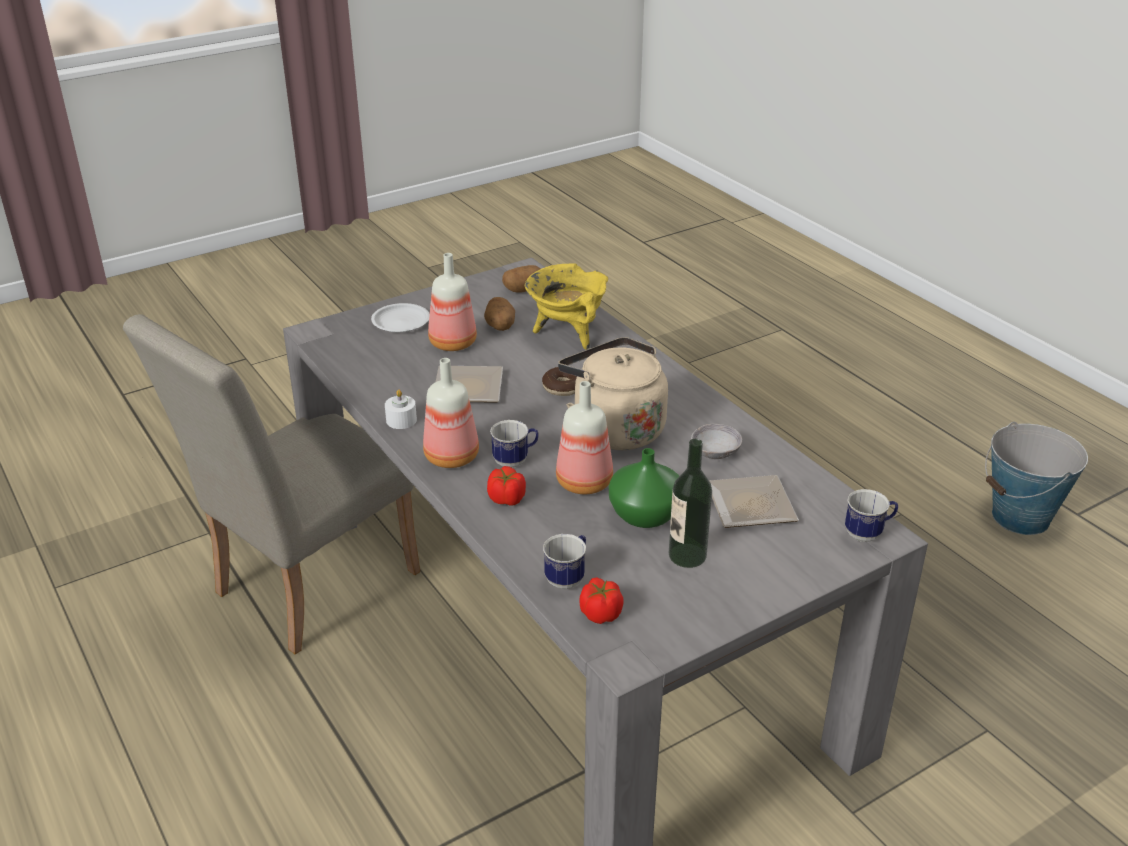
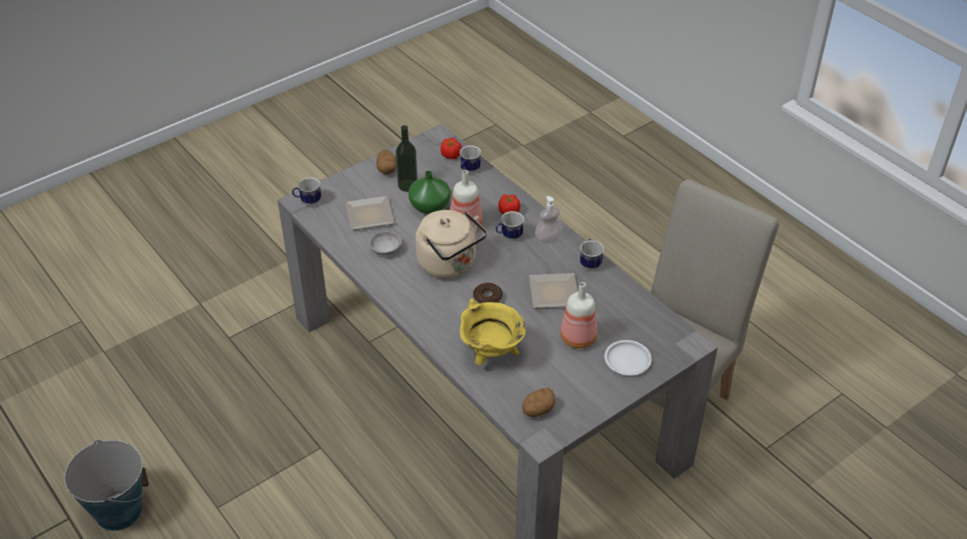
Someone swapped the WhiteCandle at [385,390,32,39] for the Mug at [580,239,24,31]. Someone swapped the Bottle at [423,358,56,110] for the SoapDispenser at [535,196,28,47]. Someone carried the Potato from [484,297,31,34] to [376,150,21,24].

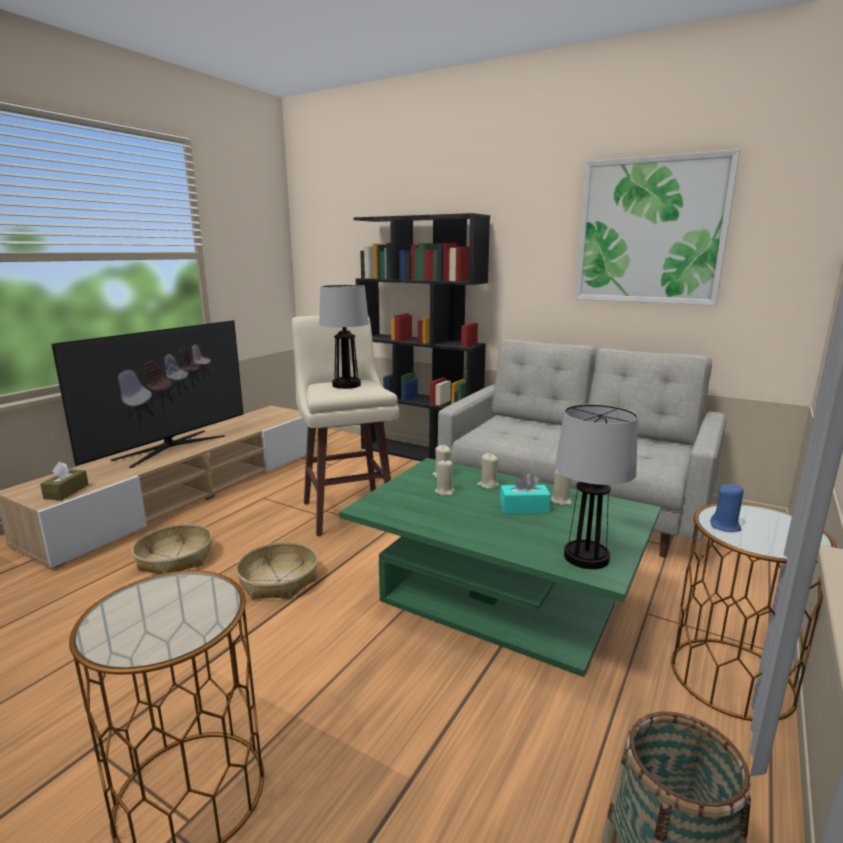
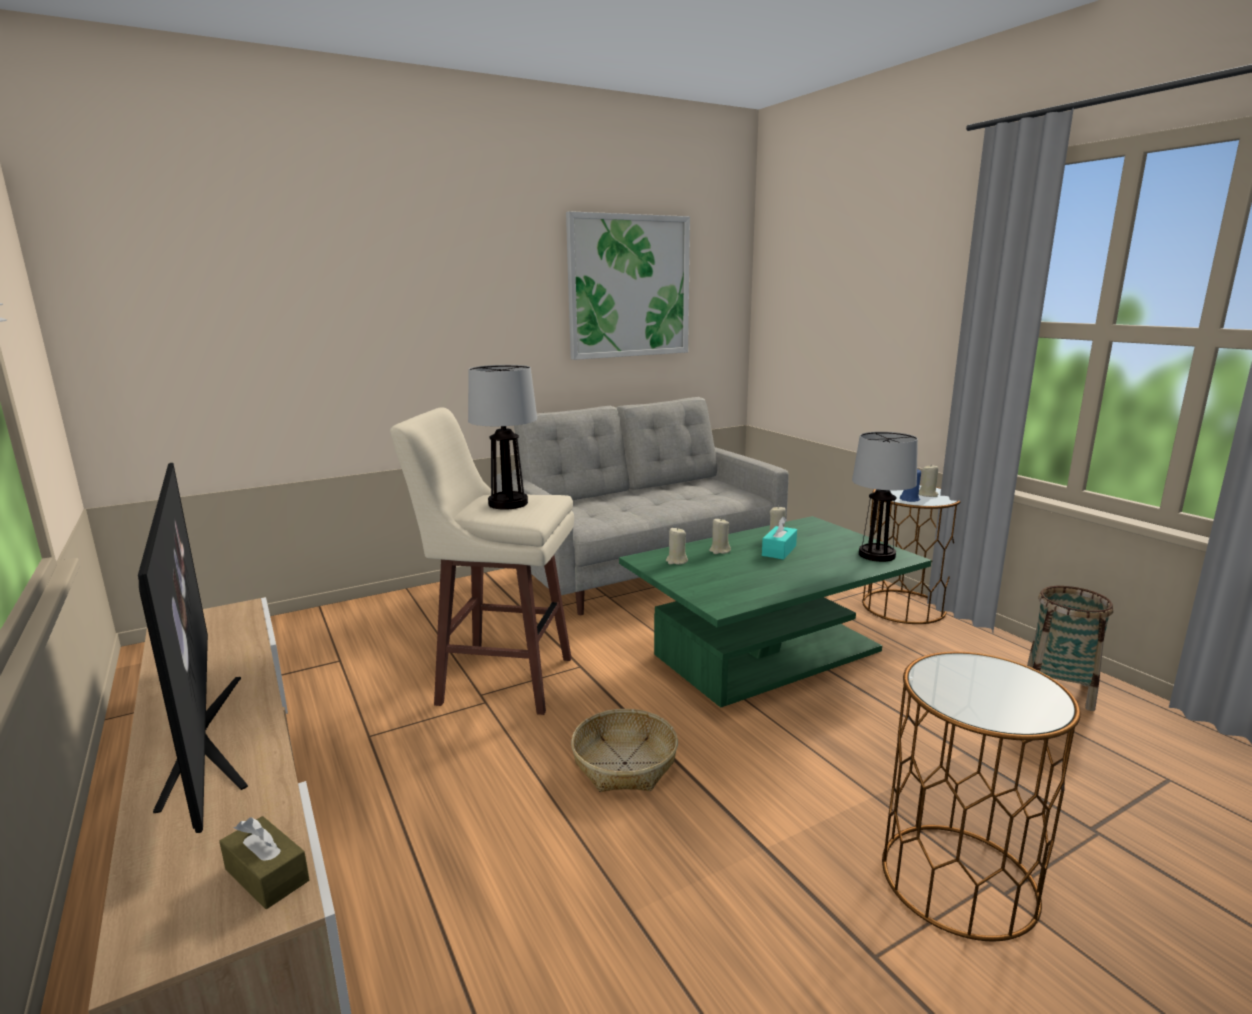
Someone took away the Basket at [132,524,80,51]. Someone took away the BlackBookcase at [353,213,137,248]. Someone carried the BeigeCandle from [435,459,20,37] to [919,464,19,33].

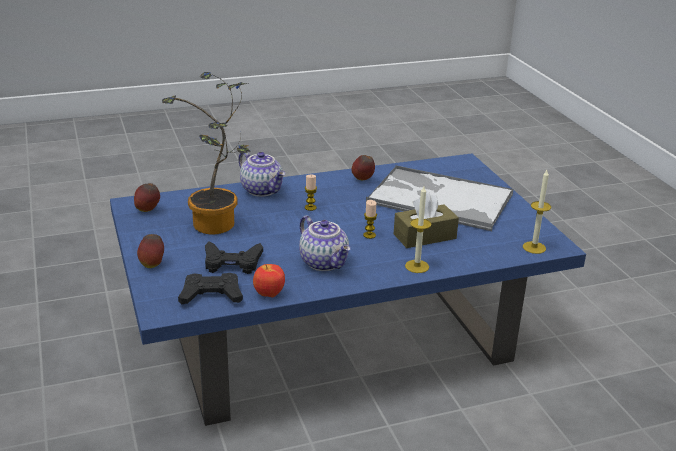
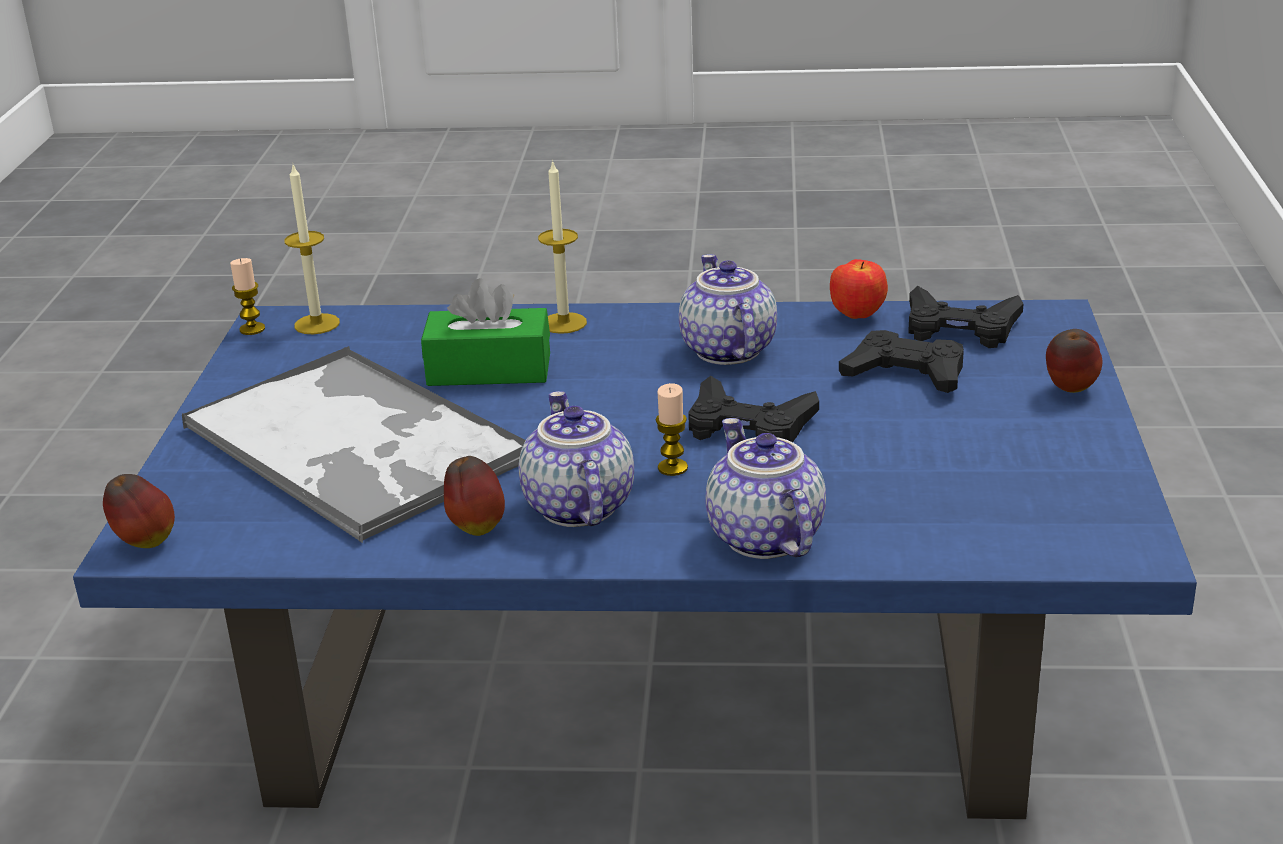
Someone carried the Apple from [134,183,26,29] to [103,474,72,74]. Someone took away the PottedPlant at [162,72,89,162]. Someone carried the Candle from [363,200,14,39] to [230,258,35,77]. Someone repainted the BrownTissueBox at [394,192,65,56], which became the GreenTissueBox at [421,278,129,108]. Someone put down the Teapot at [519,391,115,136]. Someone put down the BlackGameController at [688,376,131,66].

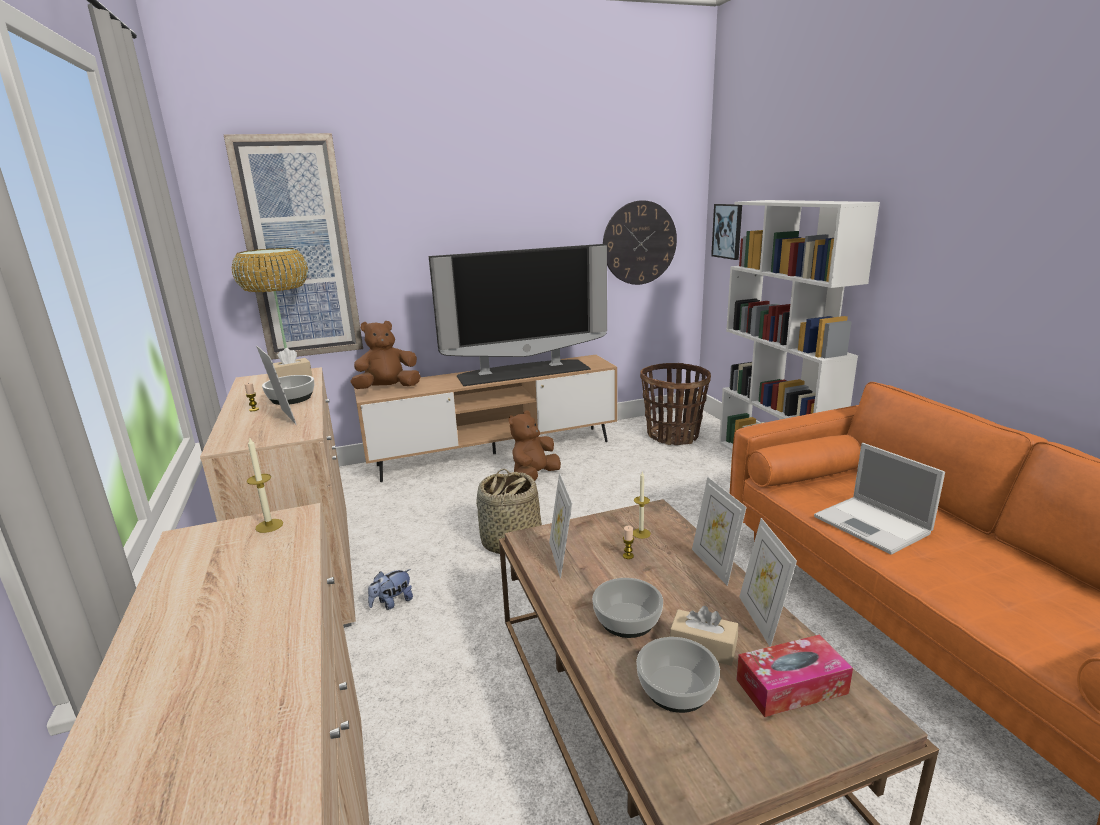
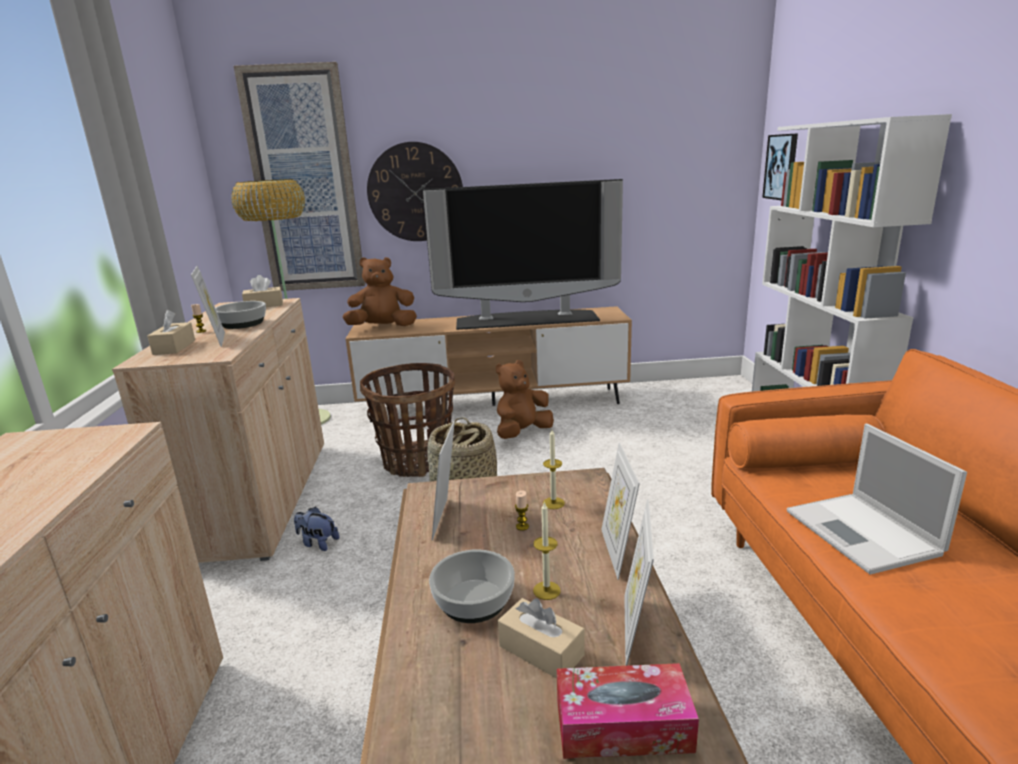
Someone carried the Candle from [247,437,36,96] to [533,501,28,99]. Someone rotated the PlushToy at [368,569,45,41] by 45 degrees clockwise. Someone carried the WallClock from [603,200,74,85] to [367,142,96,99]. Someone took away the Bowl at [636,637,84,76]. Someone carried the Basket from [640,363,71,82] to [360,363,95,114]. Someone put down the BeigeTissueBox at [147,310,48,45].

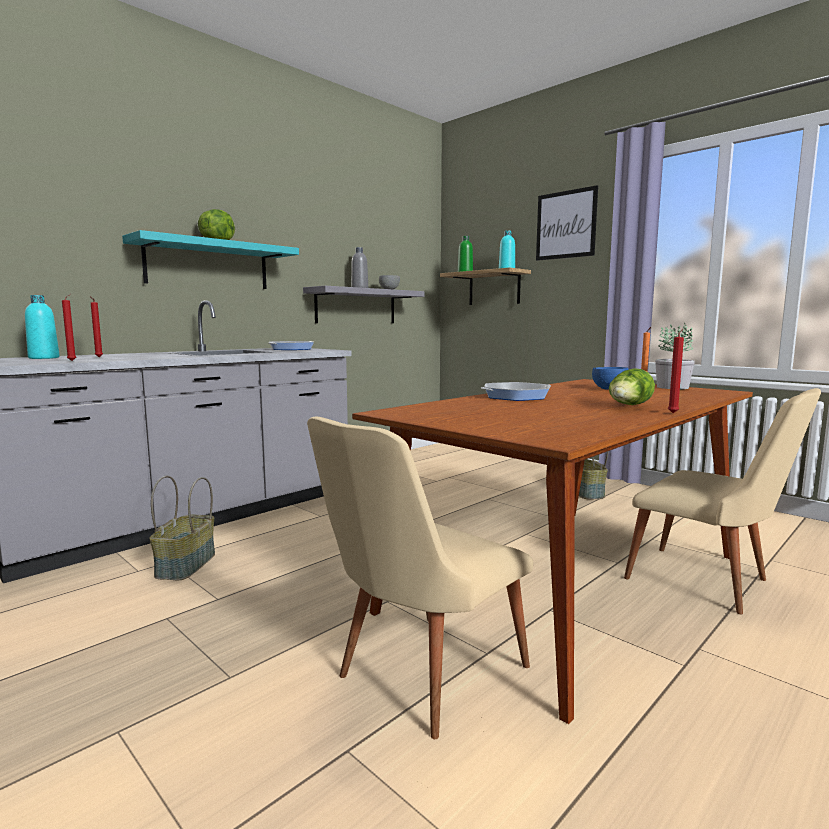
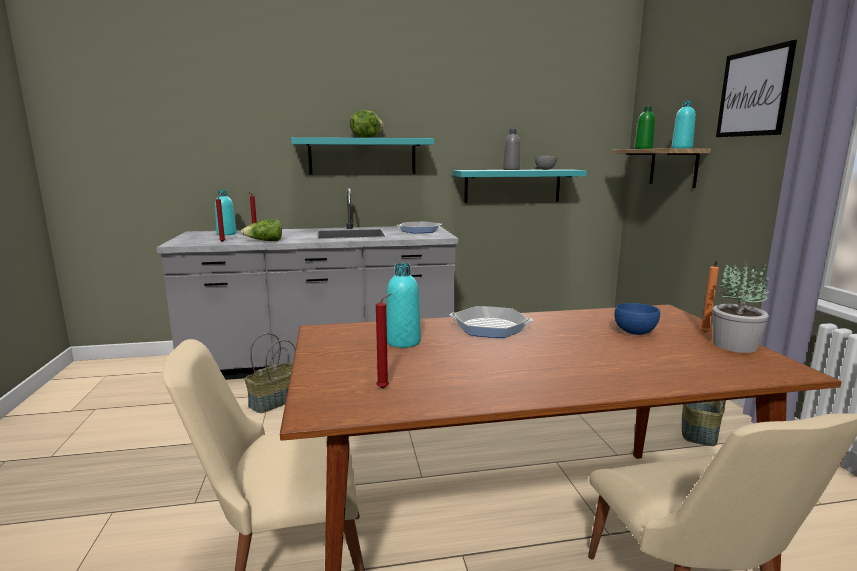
Someone repainted the GreyShelf at [303,286,121,37], which became the TurquoiseShelf at [453,169,134,34]. Someone carried the Lettuce from [609,368,46,37] to [241,219,41,22]. Someone carried the RedCandle from [668,329,16,84] to [376,294,15,95]. Someone put down the TurquoiseBottle at [387,263,34,85].

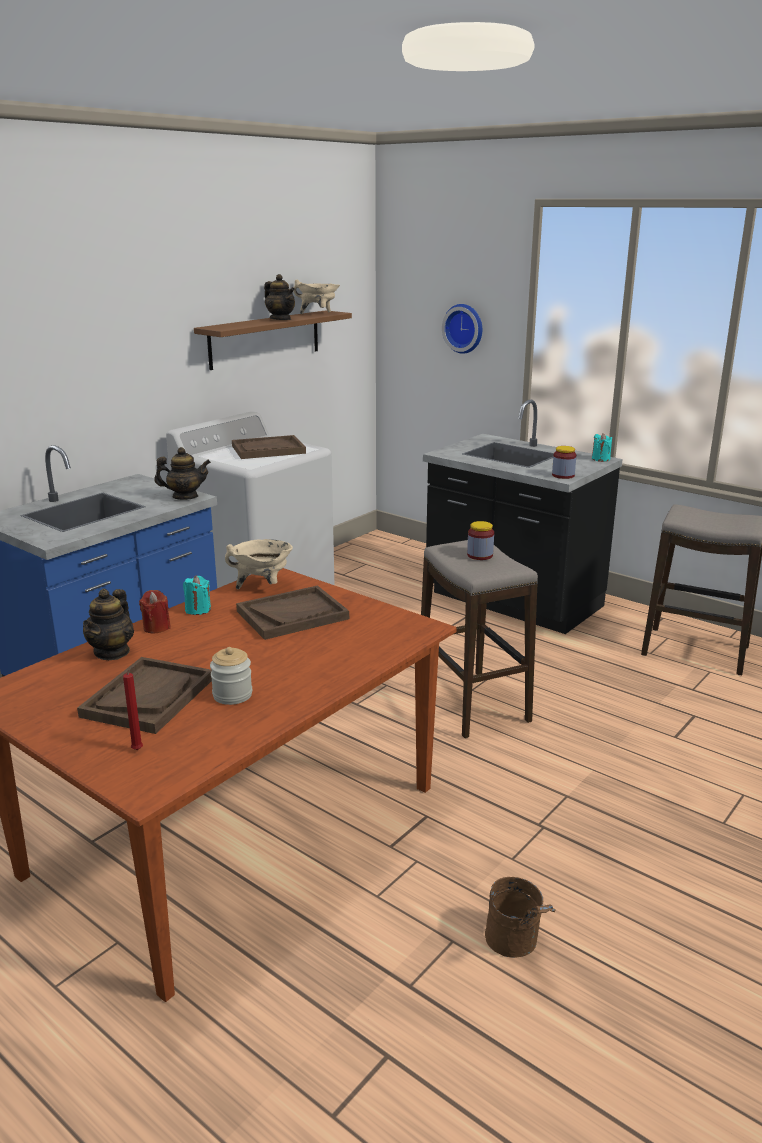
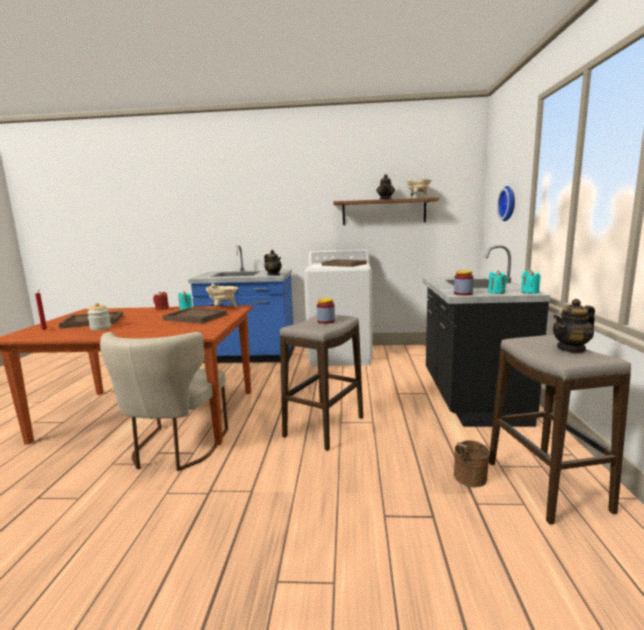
Someone carried the Teapot from [83,588,51,72] to [553,299,42,54]. Someone carried the BrownBucket from [485,877,71,81] to [454,440,36,47]. Someone put down the BeigeChair at [100,332,128,139]. Someone put down the TurquoiseCandle at [488,270,19,24].

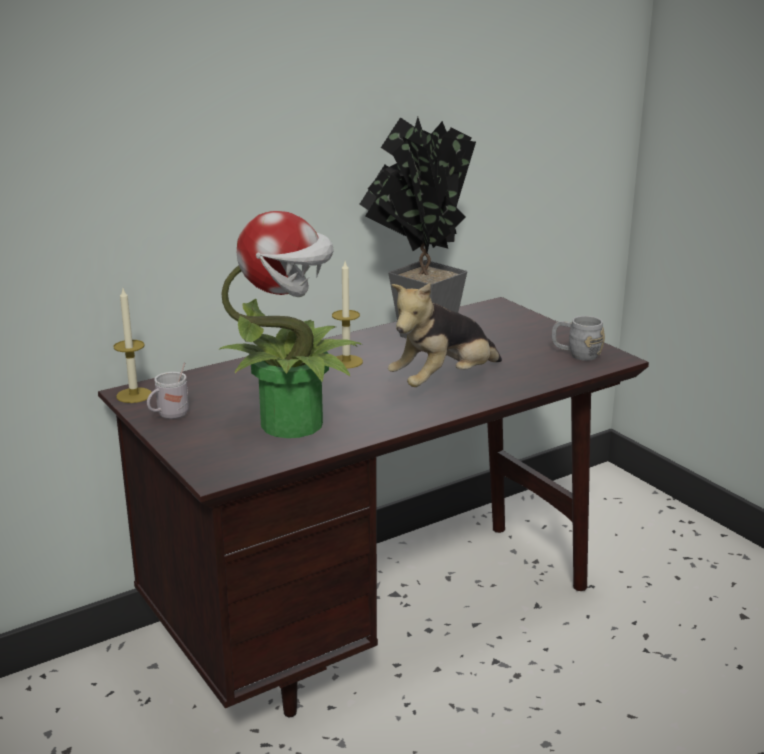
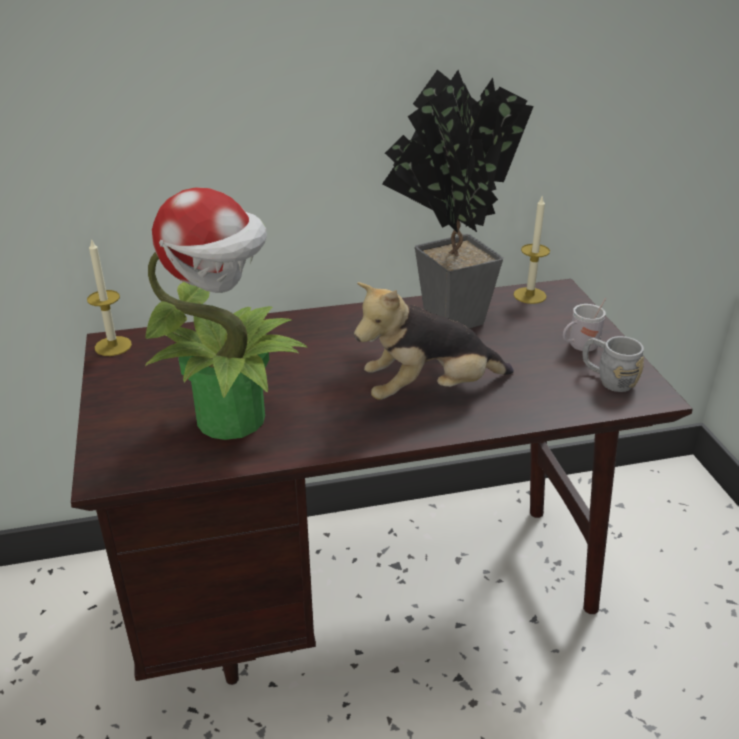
Someone carried the WhiteMug from [147,363,42,56] to [563,298,43,53]. Someone carried the Candle from [332,261,31,107] to [513,197,37,107].

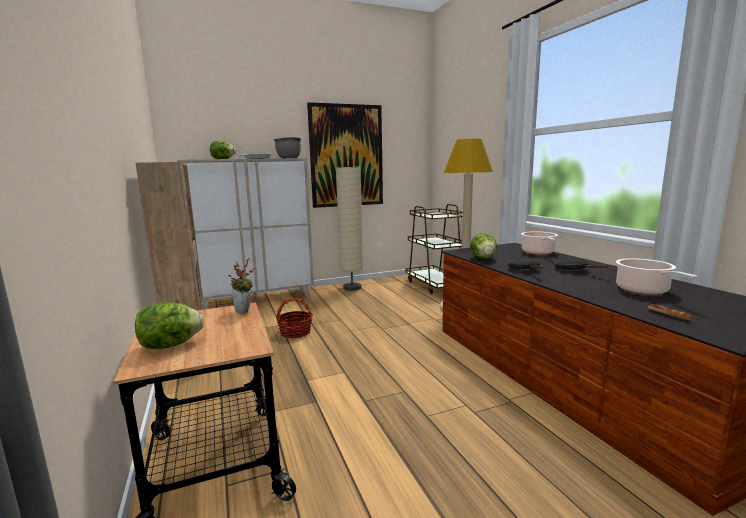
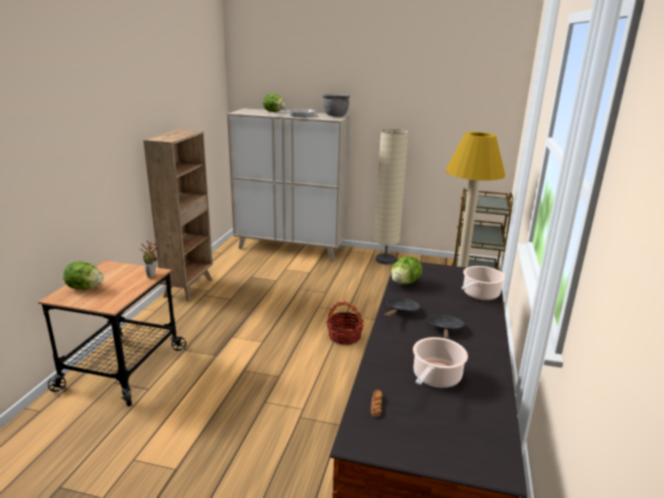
Someone carried the Basket from [276,298,37,40] to [326,301,38,44]. Someone took away the Picture at [307,102,76,106].

